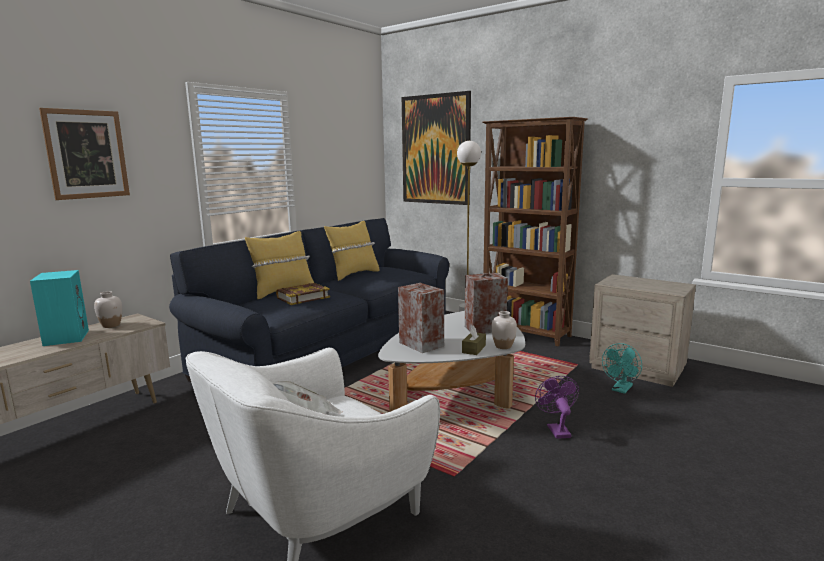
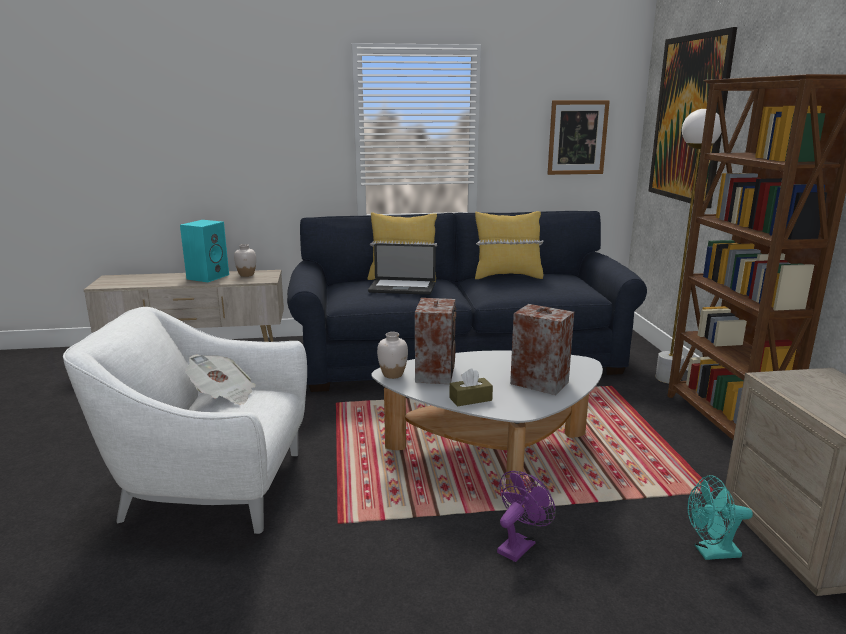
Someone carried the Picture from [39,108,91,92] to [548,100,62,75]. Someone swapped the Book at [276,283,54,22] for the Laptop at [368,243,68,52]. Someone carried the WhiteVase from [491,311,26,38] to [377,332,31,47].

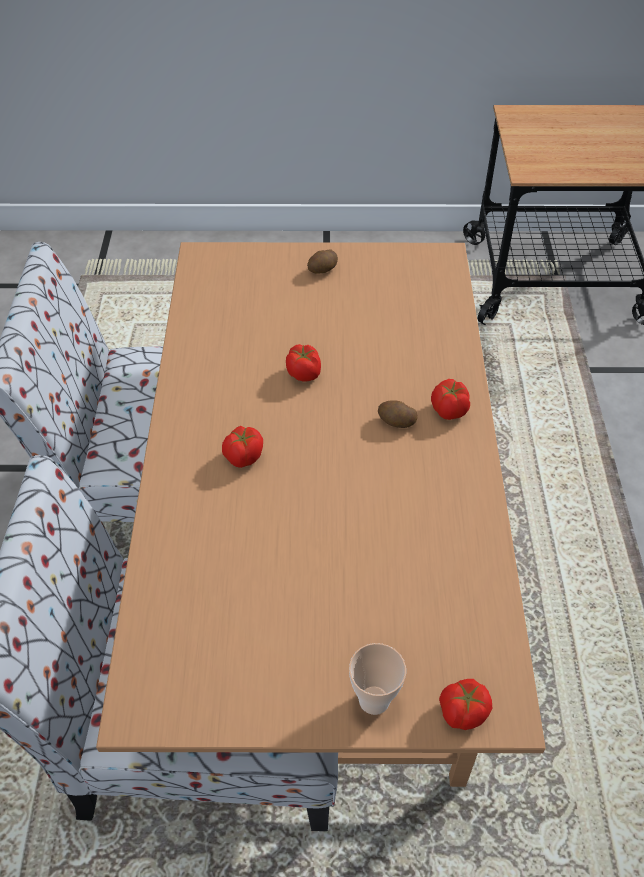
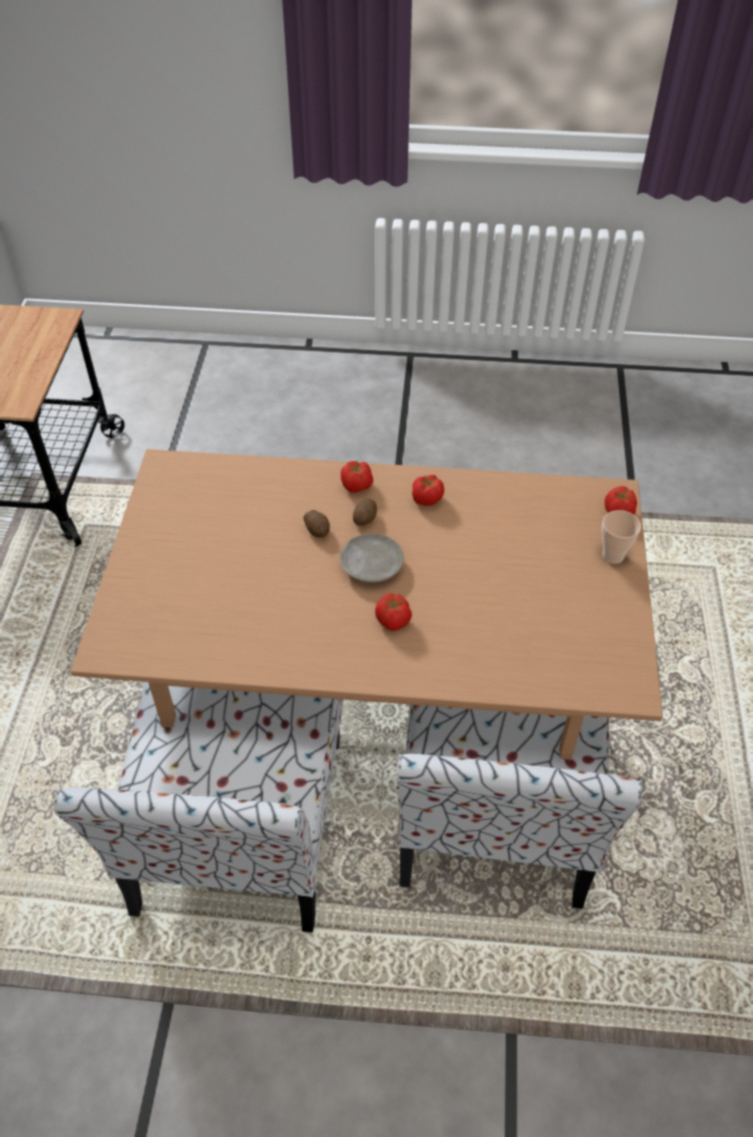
Someone carried the Tomato from [286,344,35,38] to [412,475,32,31]. Someone carried the Potato from [307,249,31,25] to [303,510,27,28]. Someone put down the BeigePlate at [340,533,64,50].

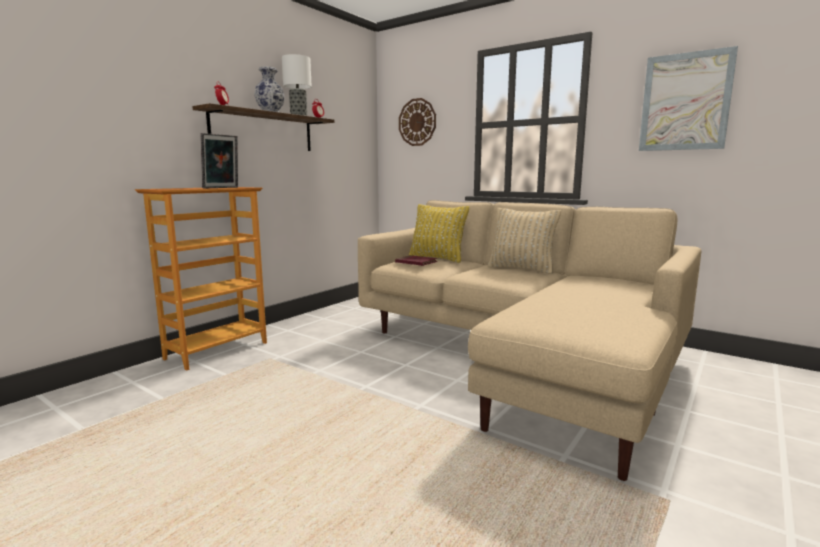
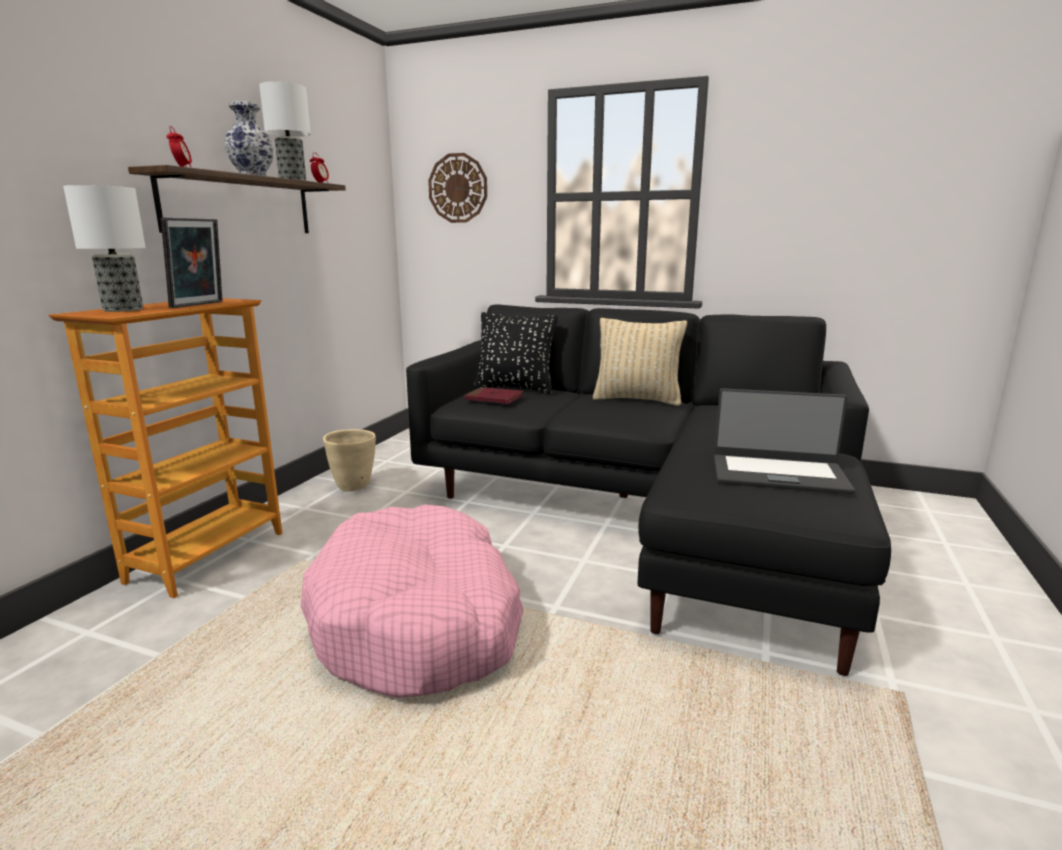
Someone repainted the BeigeSofa at [358,200,343,281], which became the BlackSofa at [406,304,485,372]. Someone repainted the YellowPillow at [409,204,60,59], which became the BlackPillow at [474,312,84,82]. Someone took away the Picture at [639,46,99,105]. Someone put down the TableLamp at [63,185,83,127]. Someone put down the PinkDogBed at [301,504,222,194]. Someone put down the BeigePlanter at [323,429,53,63]. Someone put down the Laptop at [714,388,141,106].

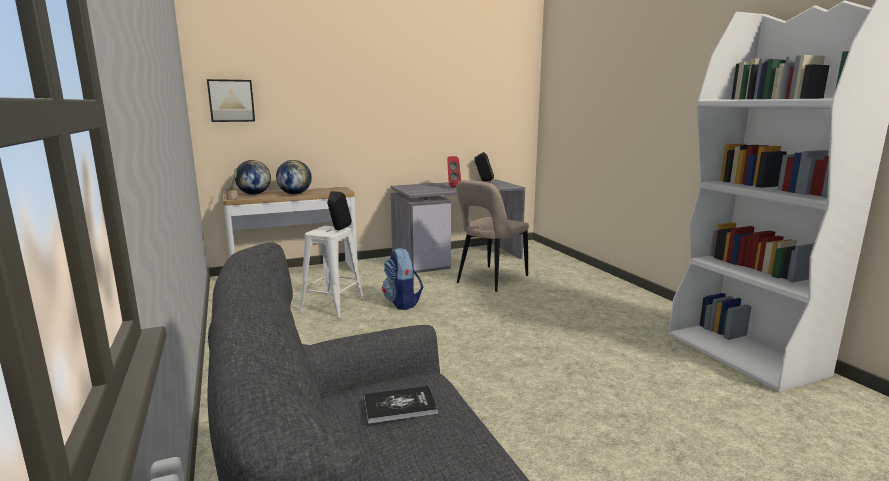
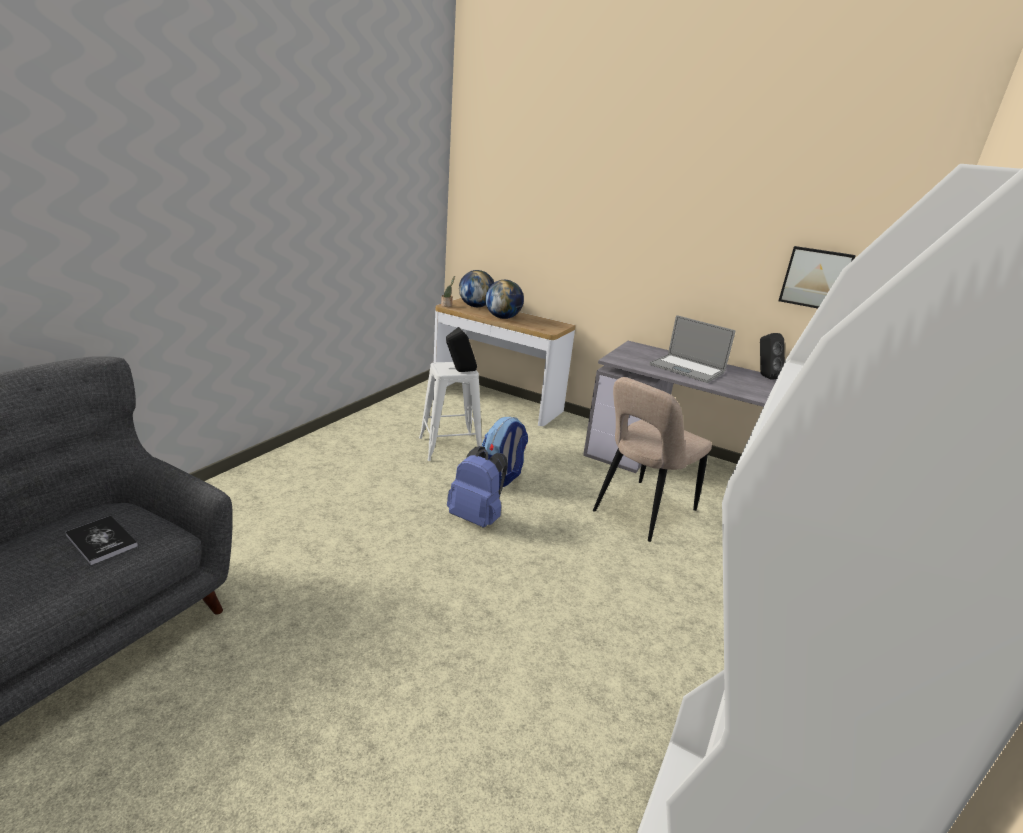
Someone carried the Picture from [207,79,48,43] to [779,246,77,63]. Someone swapped the RedSpeaker at [447,156,14,31] for the Laptop at [649,315,86,68]. Someone rotated the BeigeChair at [456,180,73,112] by 45 degrees counterclockwise. Someone put down the BlueBackpack at [447,446,61,82].

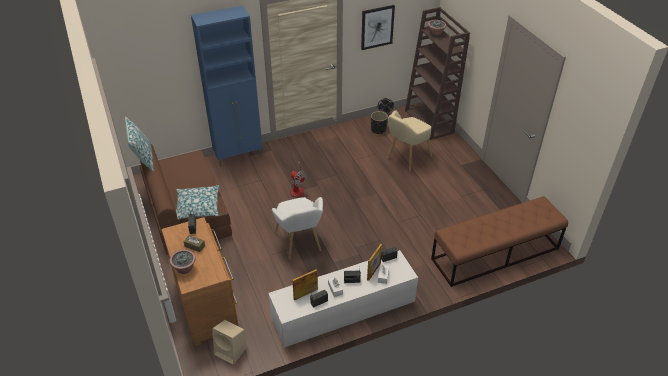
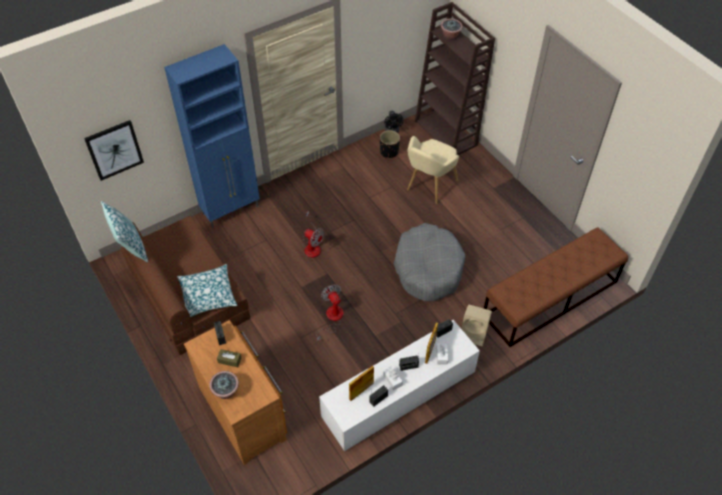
Someone carried the BeigeSpeaker from [212,320,35,45] to [461,304,31,42]. Someone swapped the WhiteArmchair at [272,197,51,62] for the Fan at [316,284,28,58]. Someone carried the Picture from [361,5,34,45] to [84,120,60,61]. Someone put down the GreyDogBed at [394,223,72,78].

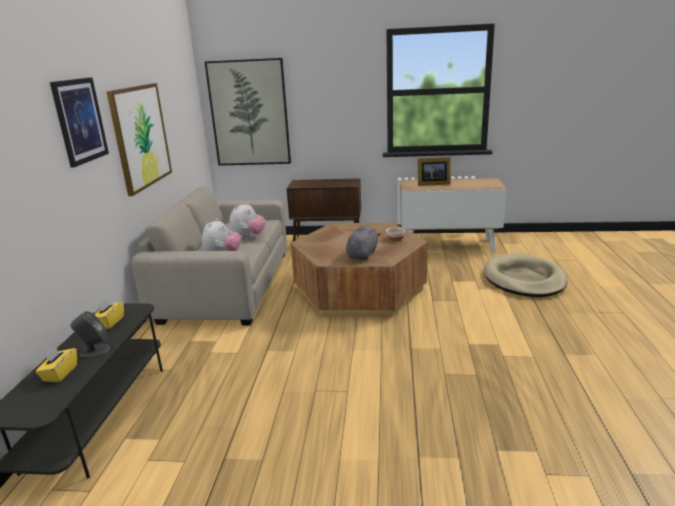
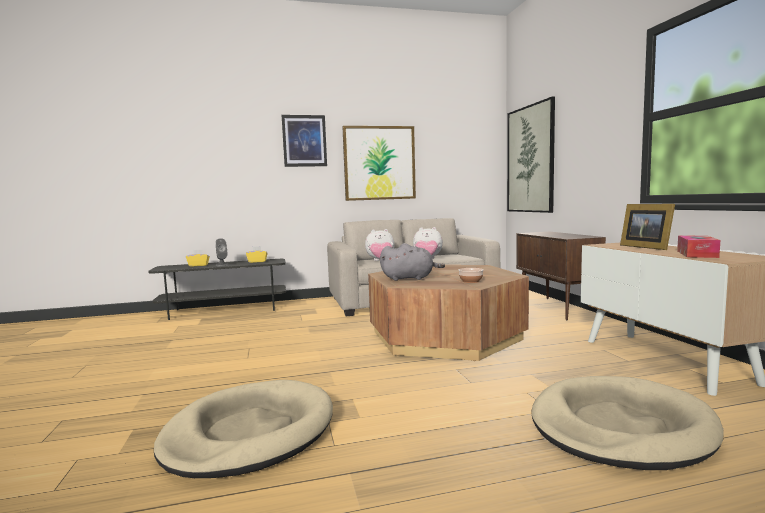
Someone put down the BeigeDogBed at [154,380,179,98]. Someone put down the TissueBox at [677,236,43,22].

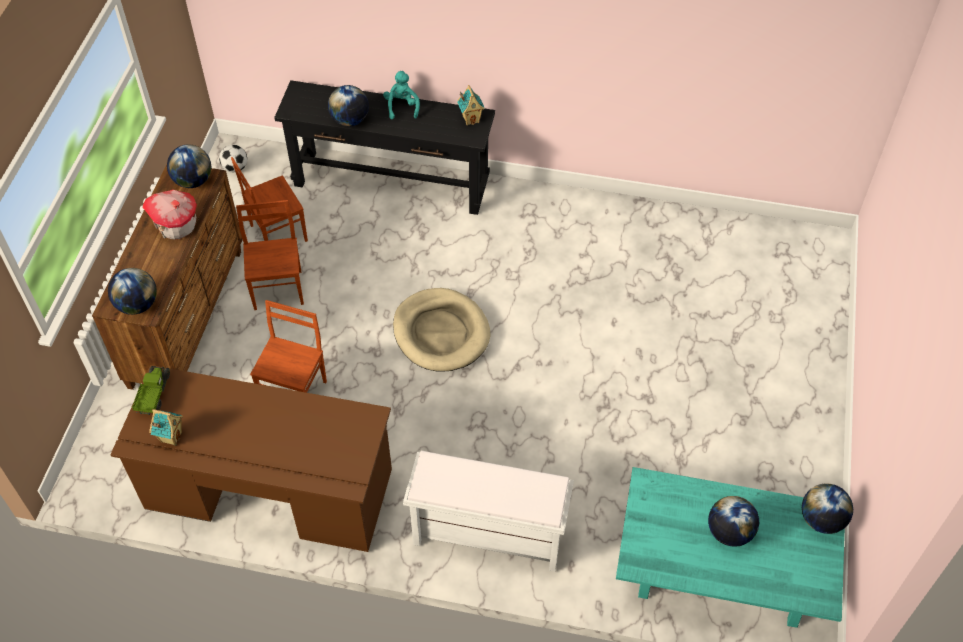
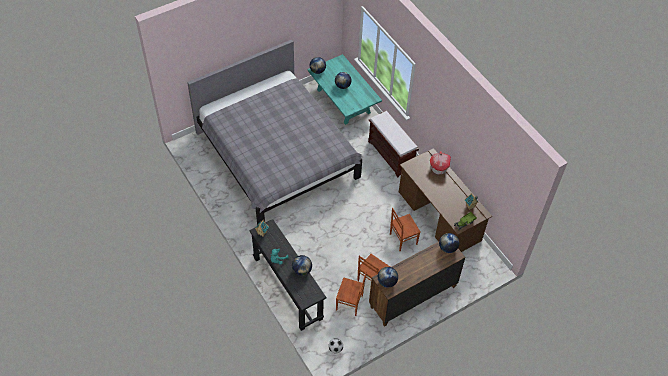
Someone carried the ToyHouse from [142,190,55,50] to [430,151,21,24]. Someone took away the BeigeDogBed at [393,288,97,84]. Someone repainted the WhiteBench at [403,450,171,122], which became the BrownBench at [368,110,51,67]. Someone put down the GreyBed at [187,40,175,185].

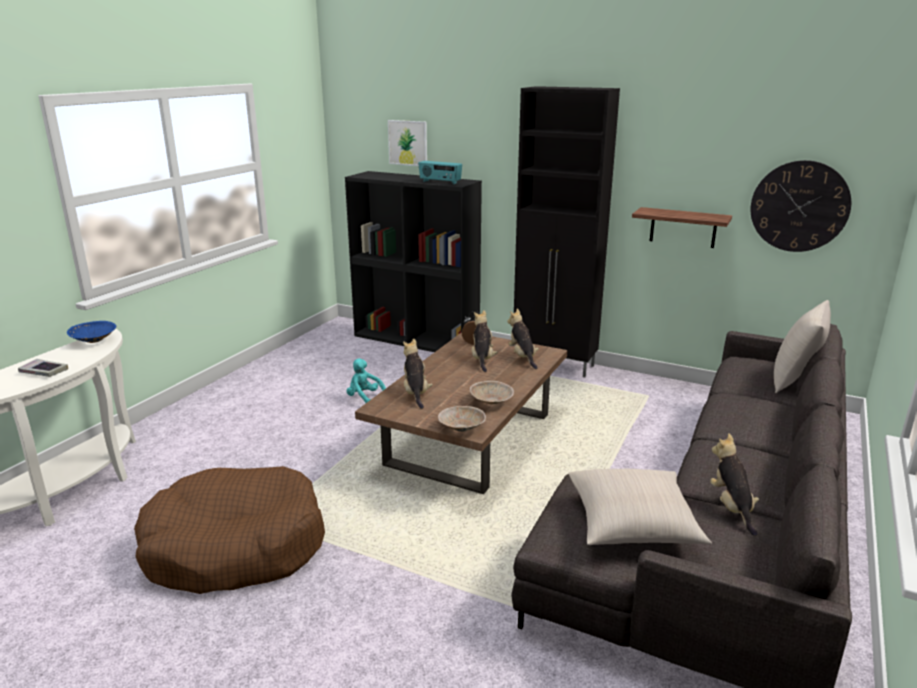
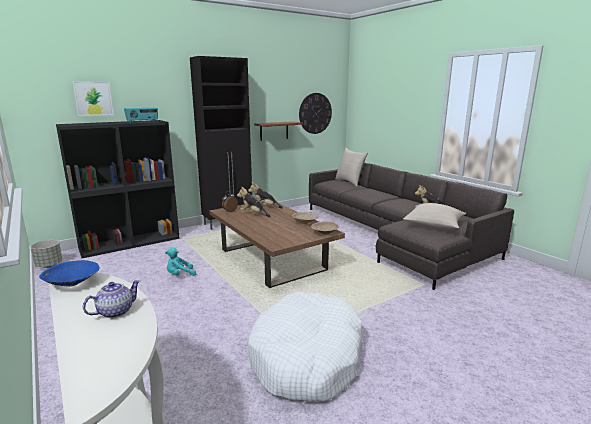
Someone swapped the Book at [18,359,50,18] for the Teapot at [83,280,57,38]. Someone repainted the BrownDogBed at [134,466,191,128], which became the WhiteDogBed at [248,291,115,112]. Someone took away the PlushToy at [403,338,30,71]. Someone put down the GreyPlanter at [30,240,33,28].

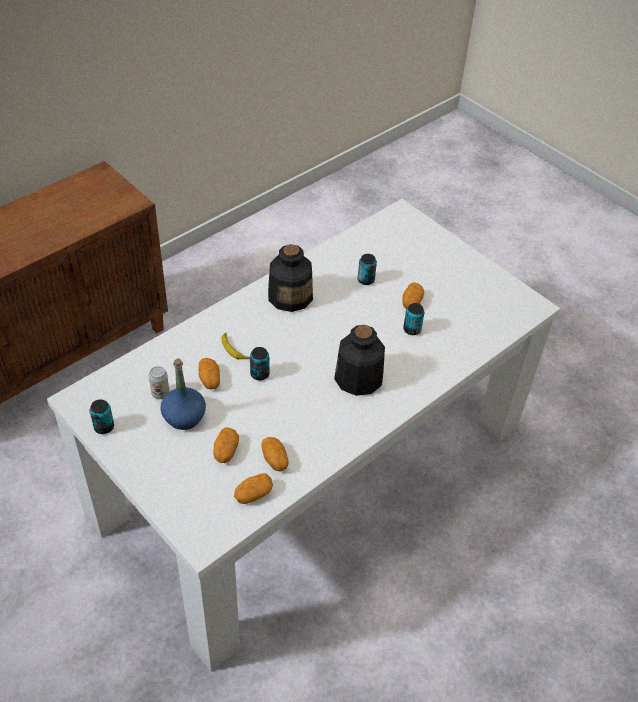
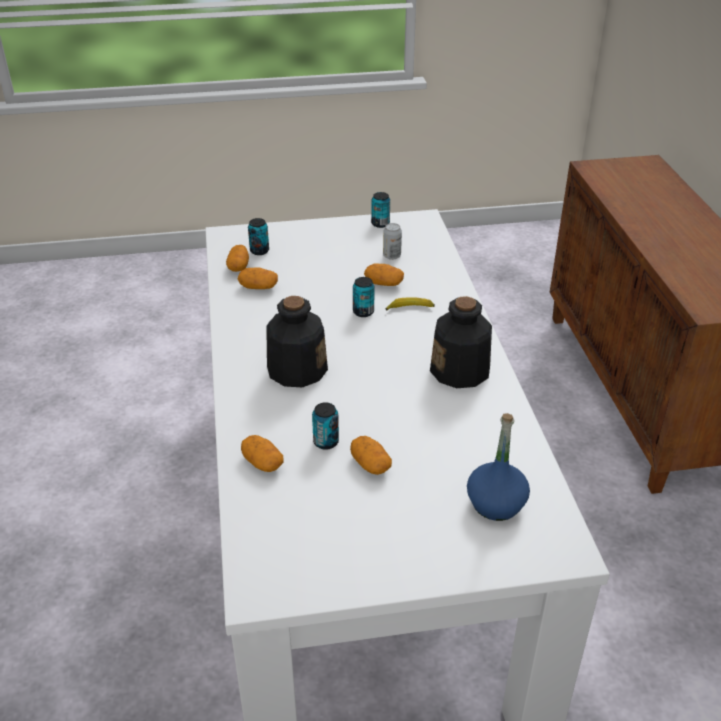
Someone carried the BlueBottle from [160,359,46,71] to [467,413,63,108]. Someone carried the Potato from [214,427,25,36] to [241,435,43,37]. Someone carried the Can from [358,254,19,31] to [248,218,21,37].

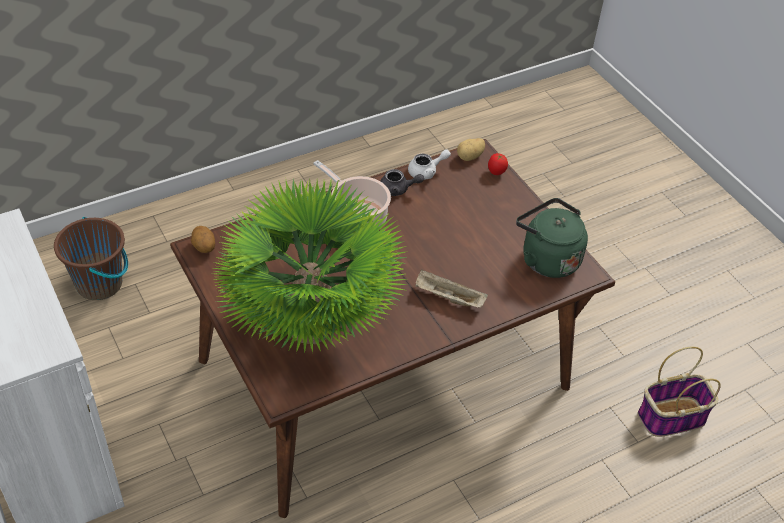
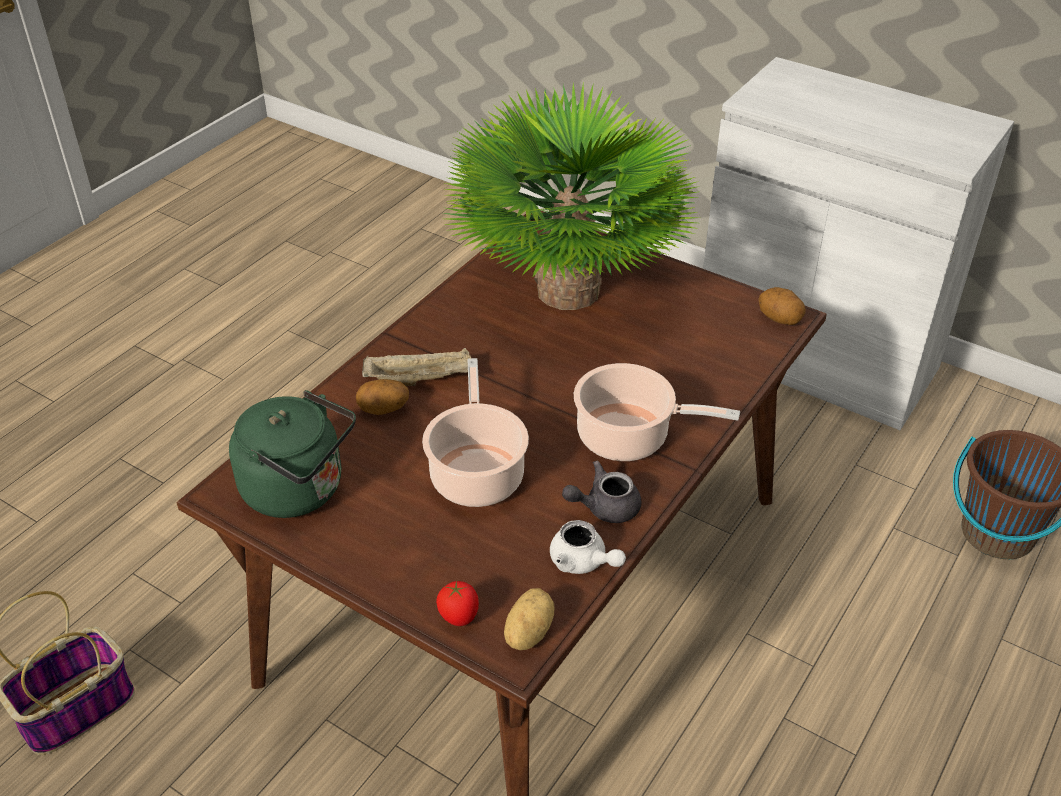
Someone rotated the WhiteTeapot at [408,150,43,30] by 90 degrees counterclockwise. Someone put down the Potato at [356,379,53,36]. Someone put down the CookingPot at [422,358,107,149].

